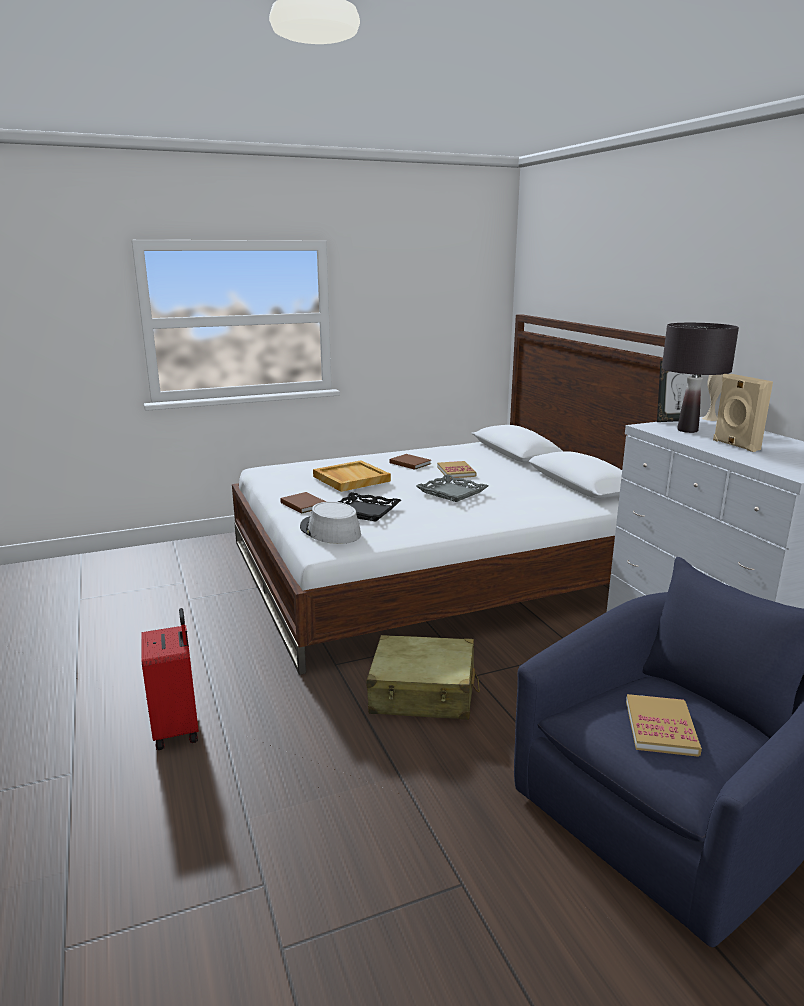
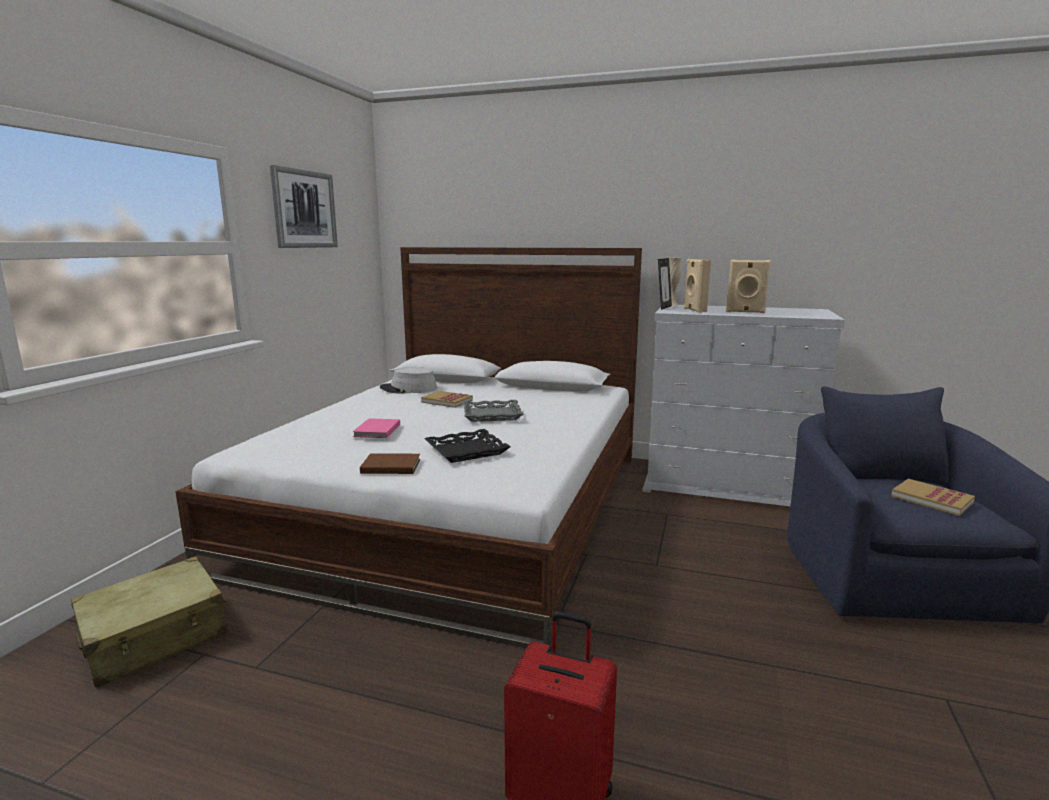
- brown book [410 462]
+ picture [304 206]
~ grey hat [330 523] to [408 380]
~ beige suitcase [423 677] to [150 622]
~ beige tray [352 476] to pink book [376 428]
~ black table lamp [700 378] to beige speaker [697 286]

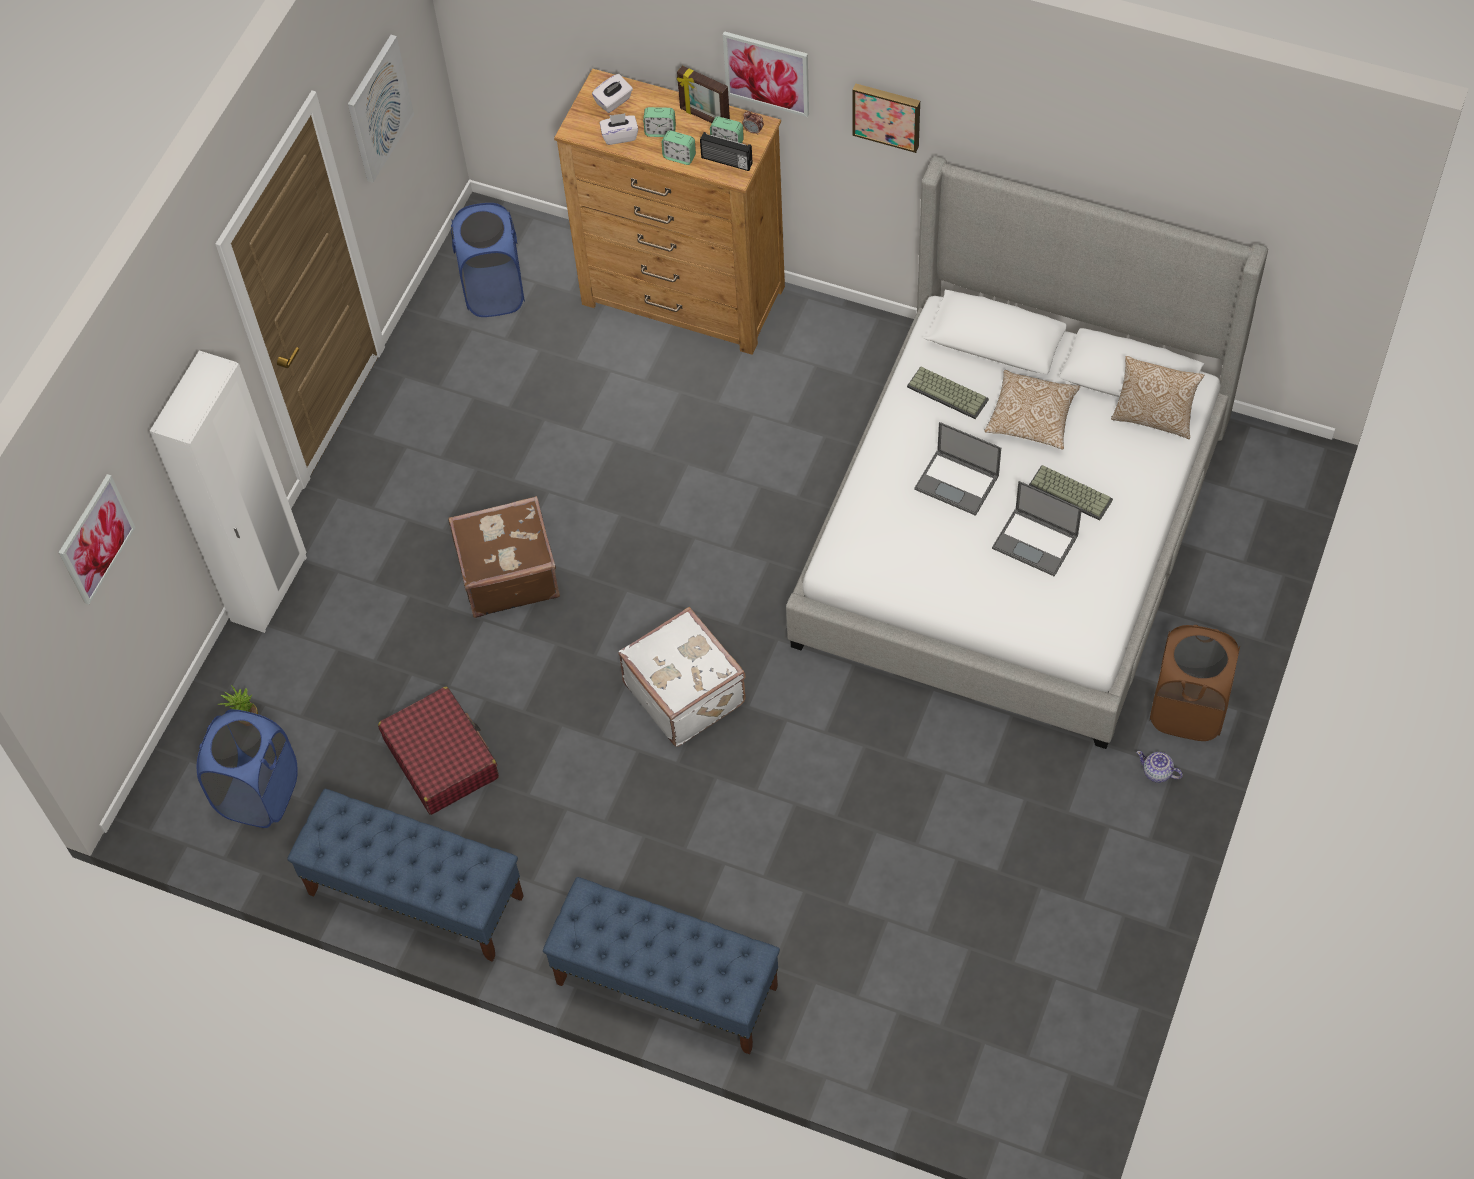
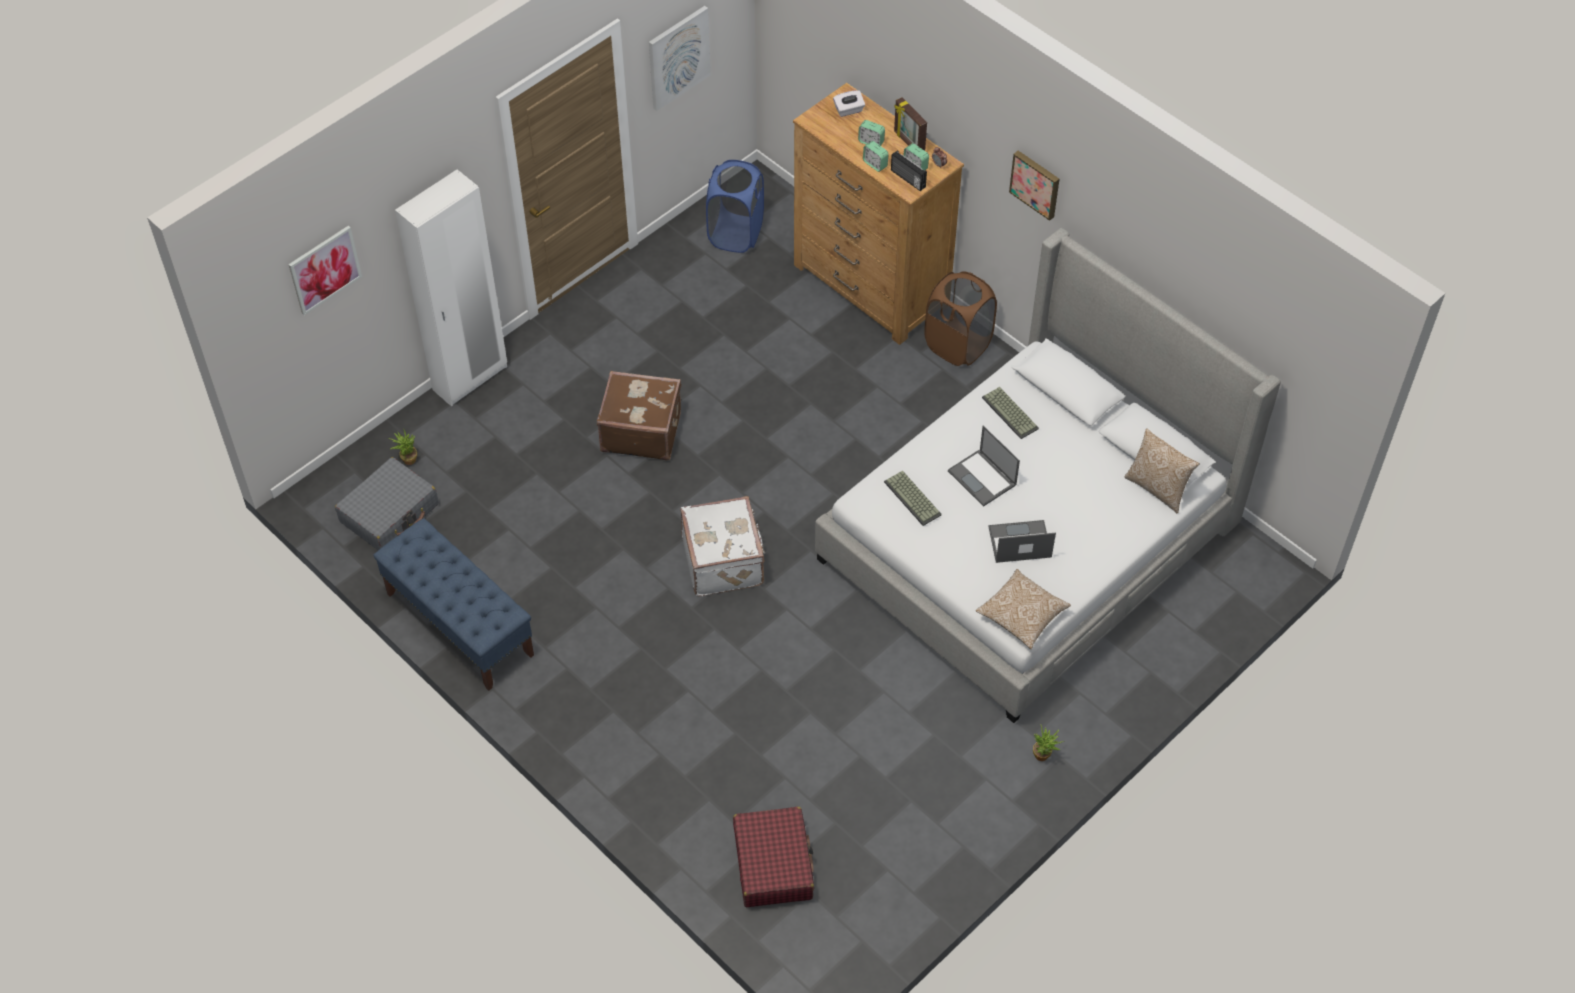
- blue bench [661 965]
- white tissue box [619 129]
- picture [766 74]
~ red suitcase [438 751] to [773 857]
~ pillow [1032 410] to [1023 609]
~ keyboard [1071 493] to [913 498]
~ brown laundry basket [1195 683] to [960 318]
~ blue laundry basket [247 768] to grey suitcase [387 503]
~ teapot [1159 767] to potted plant [1049 742]
~ laptop [1037 528] = [1022 541] 120 degrees clockwise

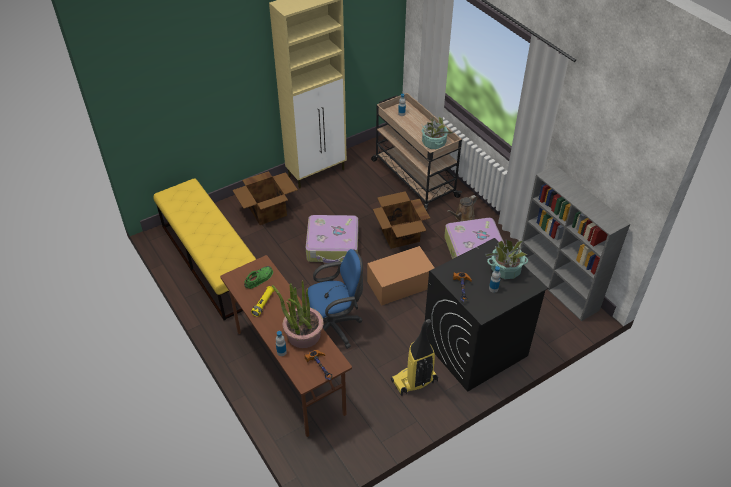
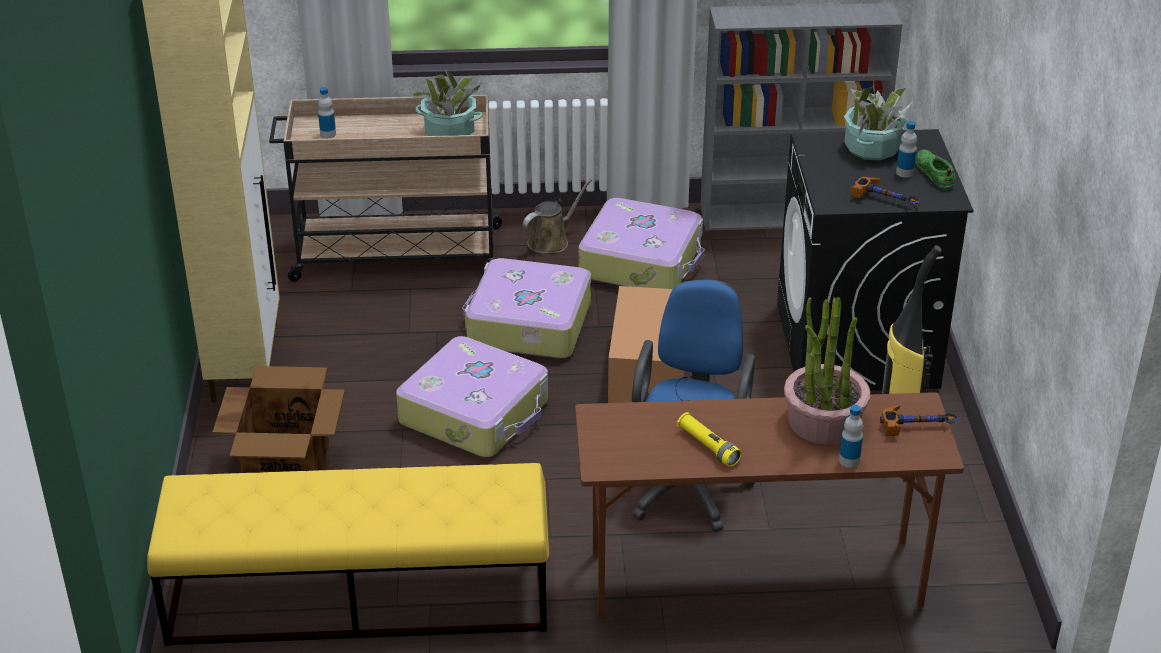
~ green shoe [258 277] to [935 169]
~ cardboard box [401 220] to suitcase [526 308]
~ brown watering can [462 208] = [557 216] 120 degrees counterclockwise

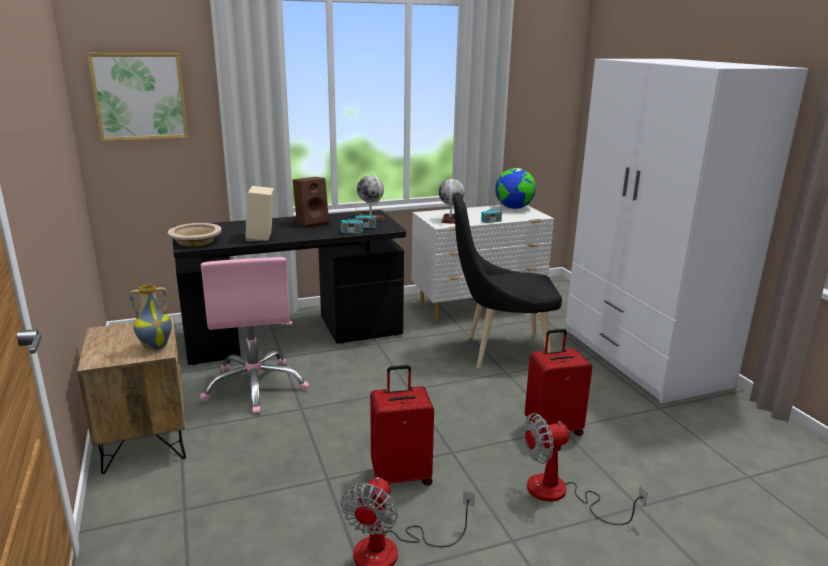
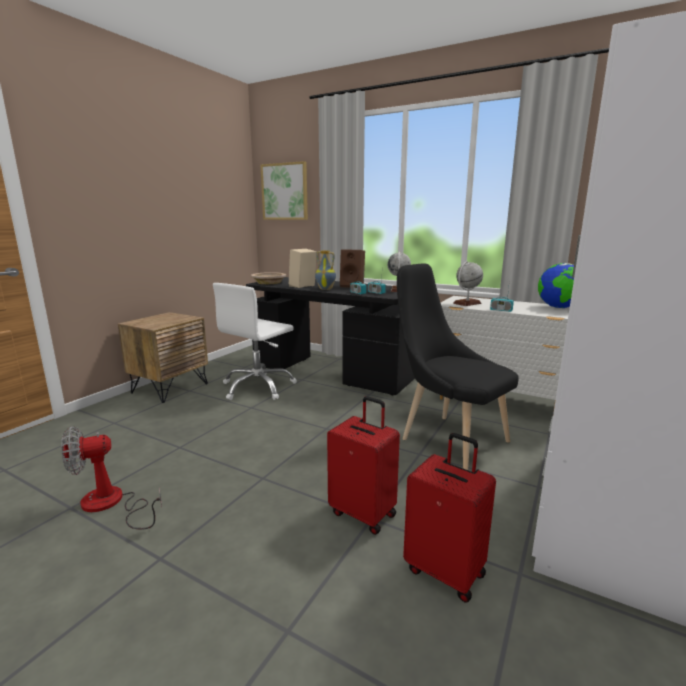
- fan [585 469]
~ vase [150 317] to [325 270]
~ red suitcase [402 425] to [449 518]
~ pink office chair [254 335] to white office chair [255 341]

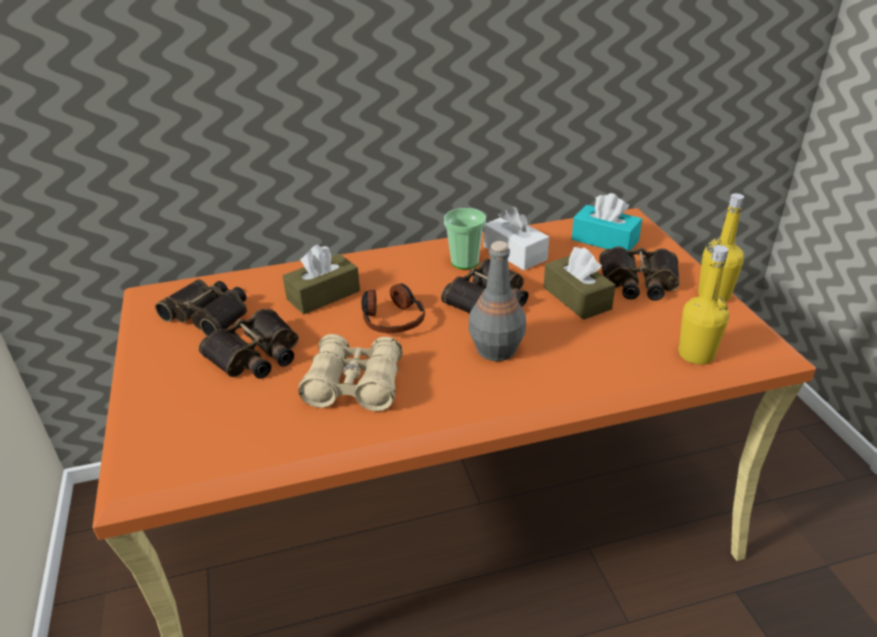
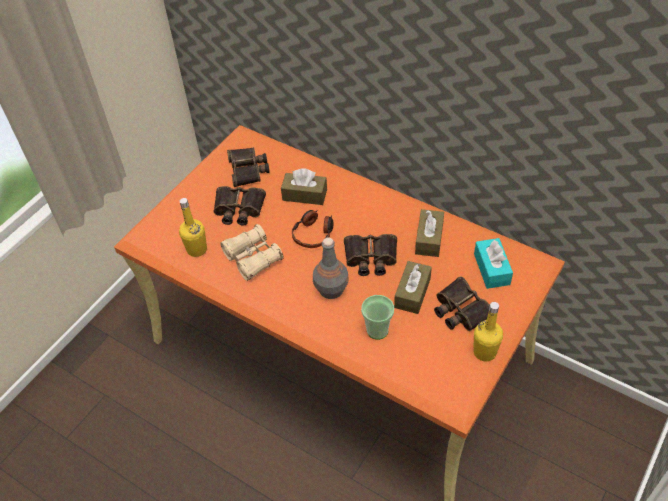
~ cup [465 238] to [377 317]
~ yellow bottle [703 305] to [193 227]
~ white tissue box [516 238] to brown tissue box [429 233]

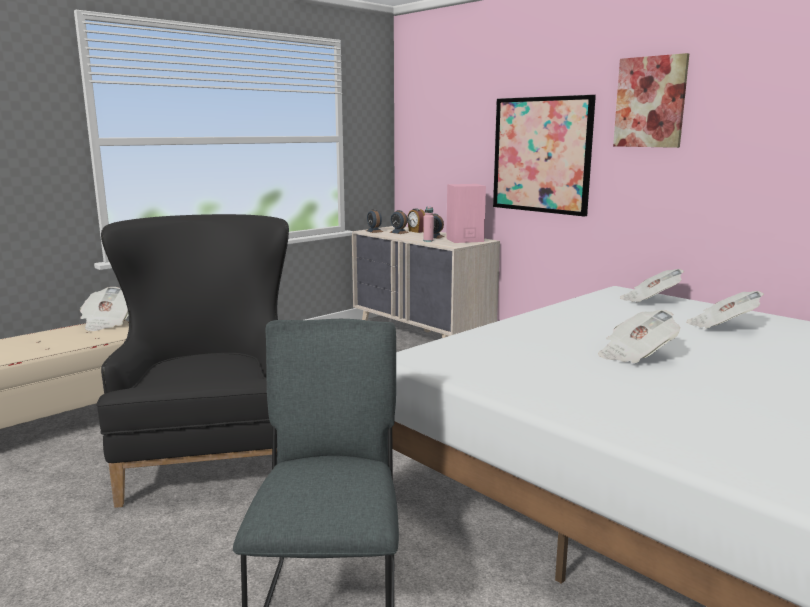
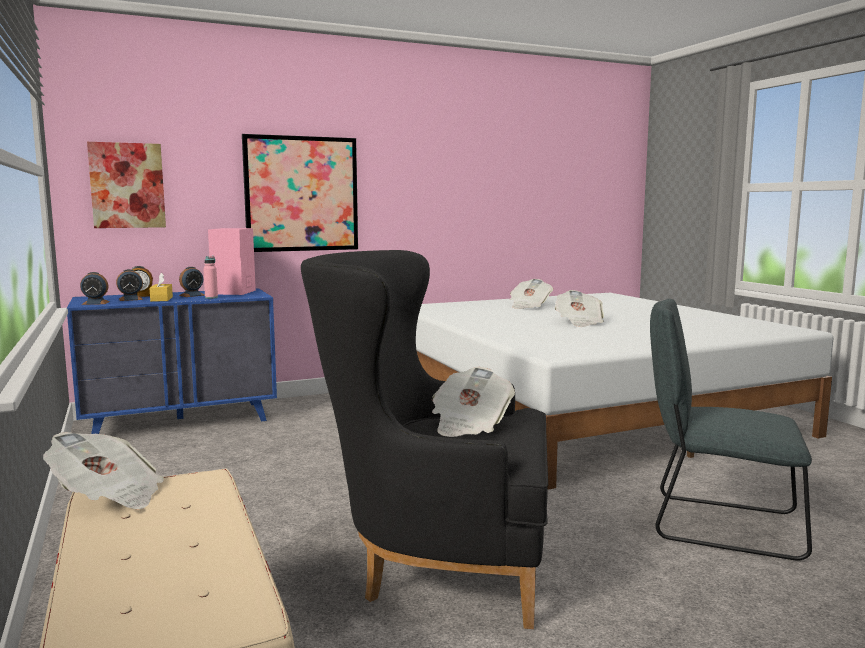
+ yellow tissue box [161 287]
~ picture [651 100] to [126 185]
~ newspaper [652 286] to [473 402]
~ beige dresser [426 282] to blue dresser [172 361]

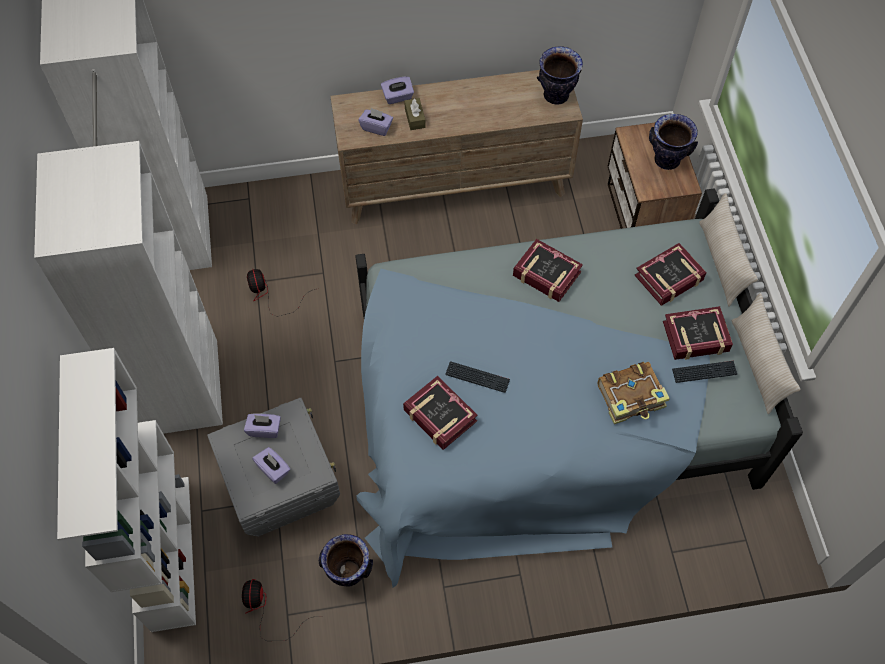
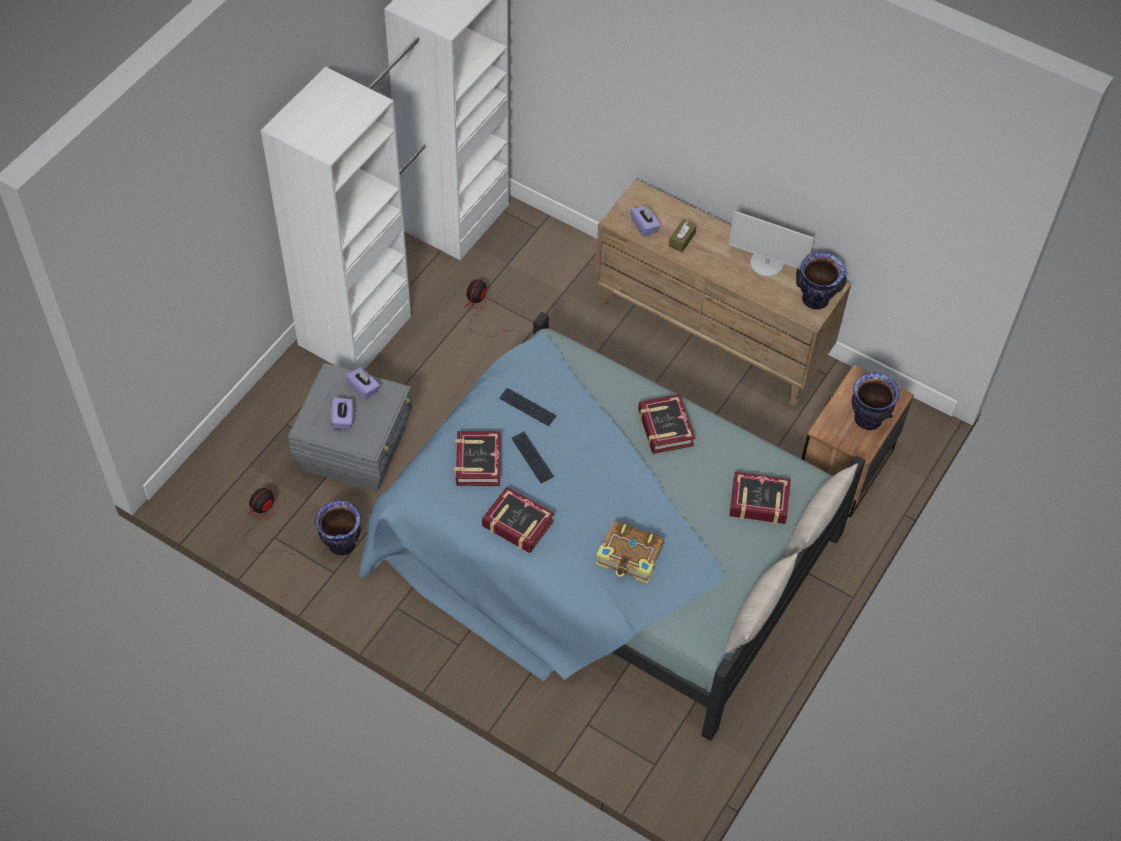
- white bookcase [126 490]
- purple tissue box [397 90]
+ monitor [771 244]
~ book [698 333] to [518 520]
~ keyboard [704 372] to [527 407]

